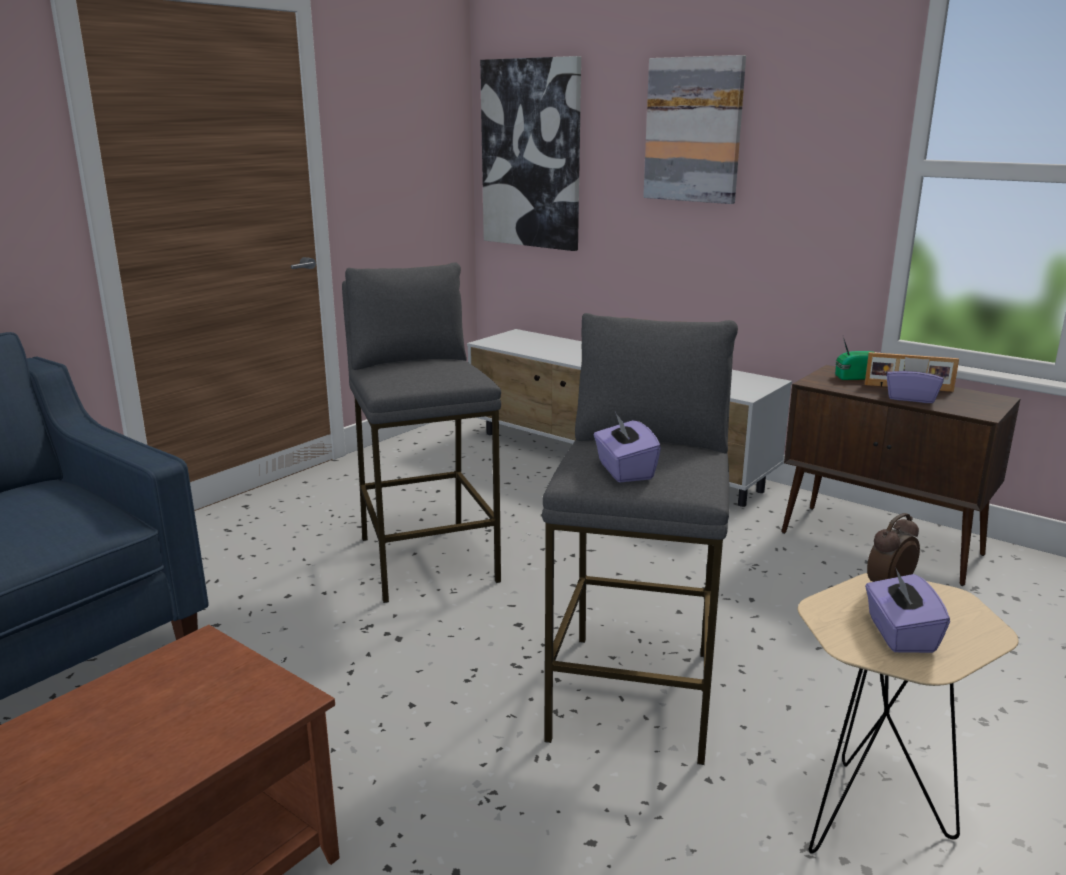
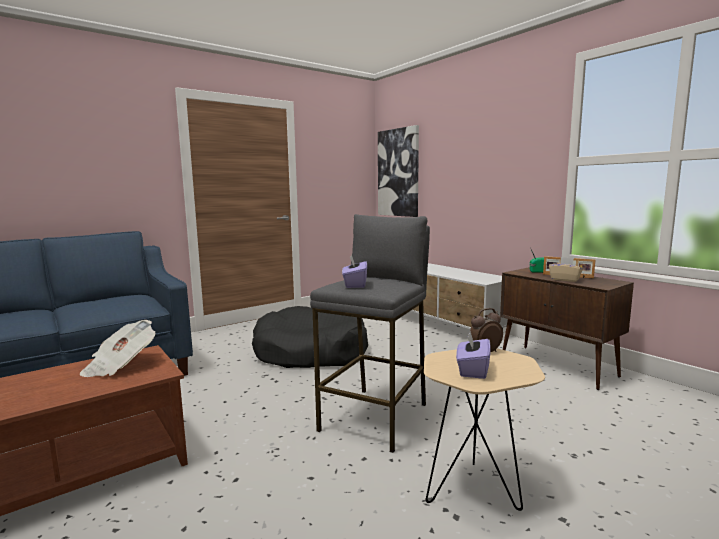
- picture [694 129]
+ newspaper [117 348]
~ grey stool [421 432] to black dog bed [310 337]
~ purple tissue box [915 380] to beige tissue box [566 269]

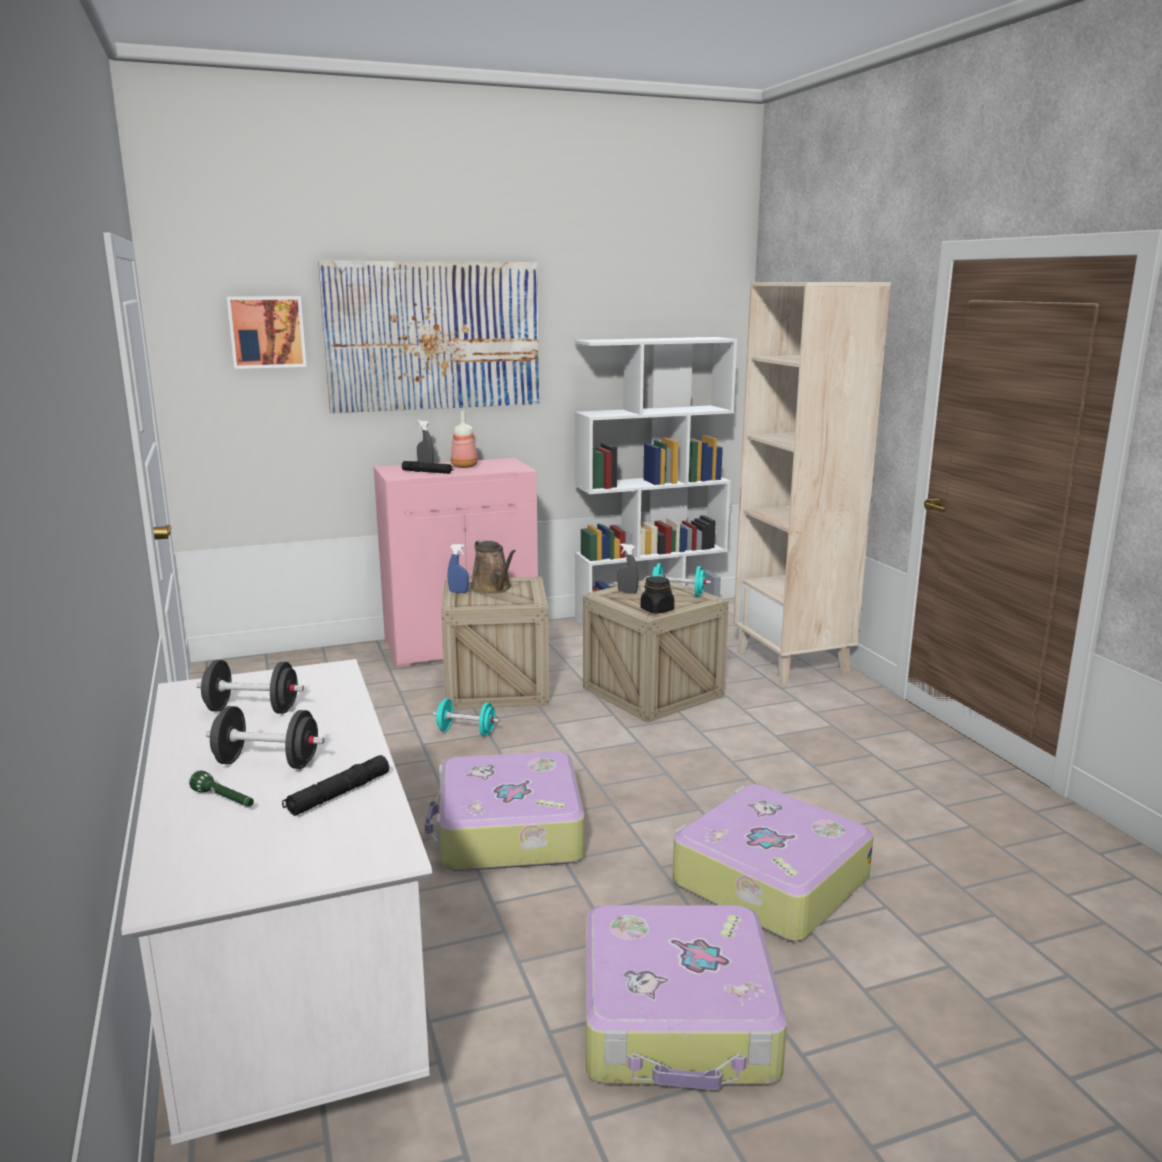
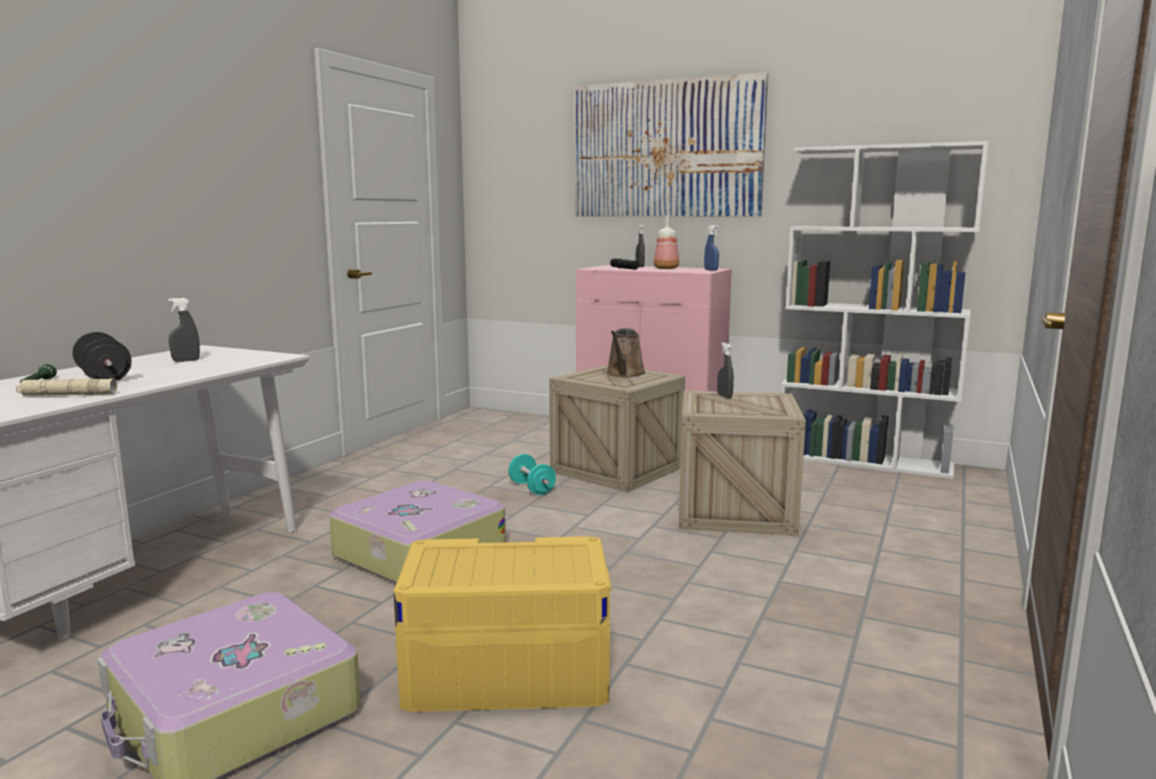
- picture [267 332]
- black jar [657 595]
- turquoise dumbbell [678 580]
- beige bookcase [812 483]
~ blue spray bottle [458 568] to [711 248]
~ black dumbbell [250 687] to grey spray bottle [184 330]
~ suitcase [773 862] to yellow storage box [503 624]
~ black flashlight [335 785] to beige flashlight [66 387]

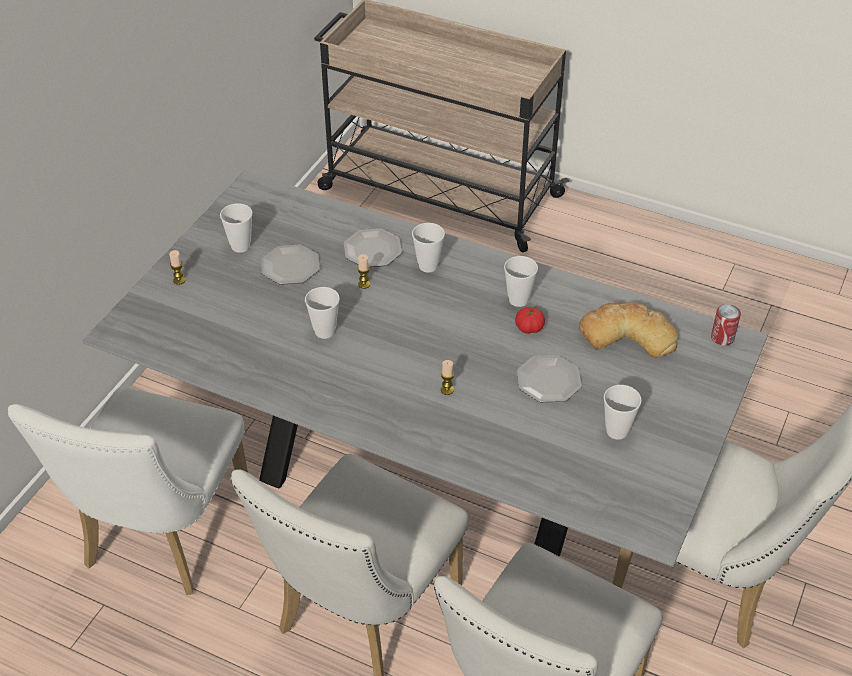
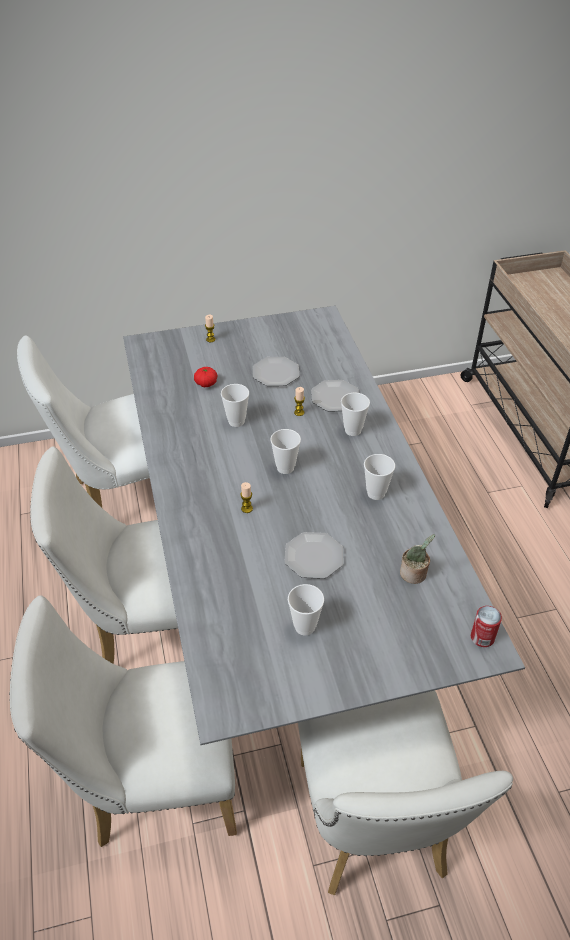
~ cup [236 228] to [285 451]
~ tomato [530 320] to [206 377]
~ bread [628 330] to potted plant [417 559]

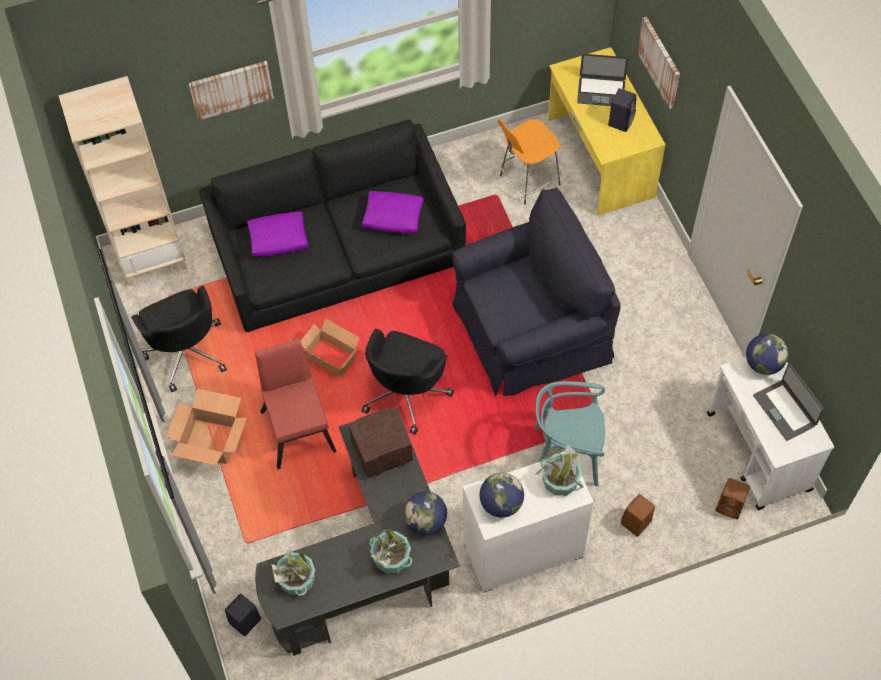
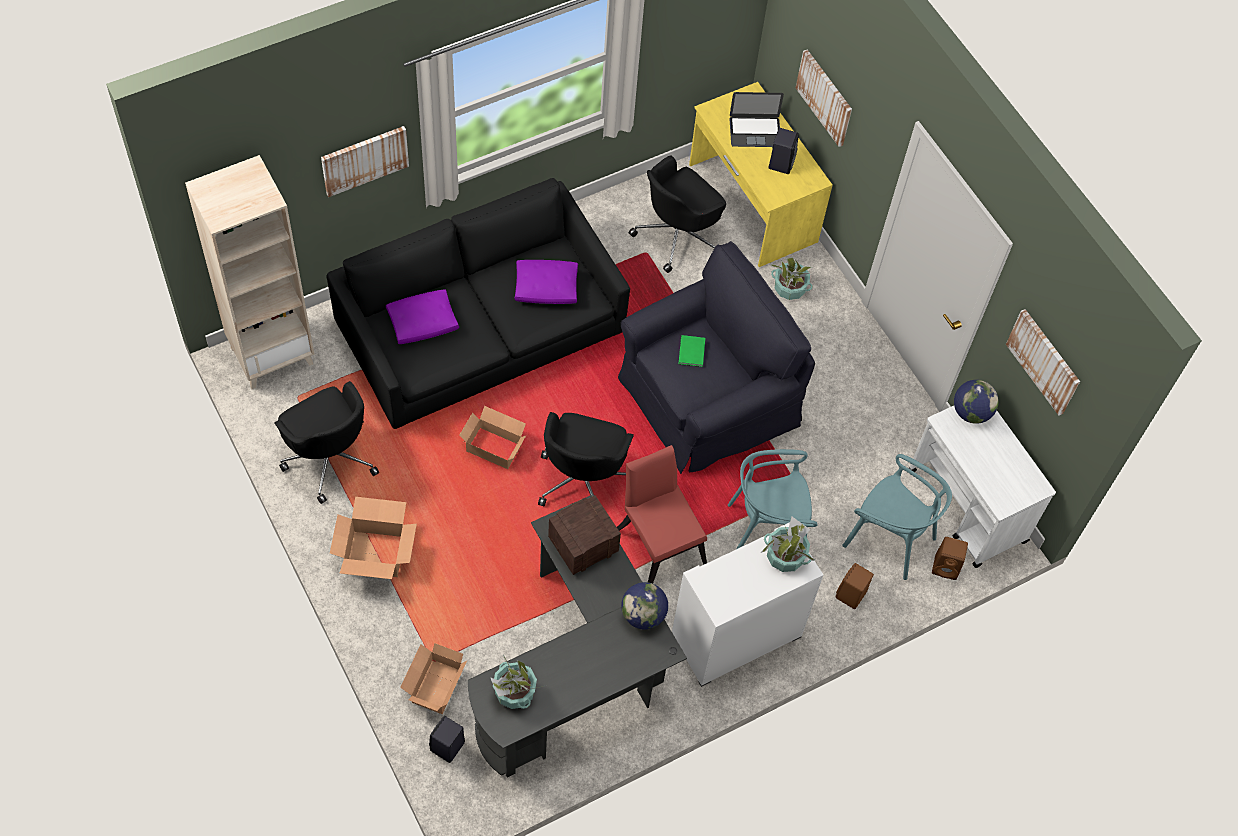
- globe [502 495]
- laptop [788 402]
+ cardboard box [433 678]
+ green book [691 351]
+ turquoise chair [897 517]
+ picture [1043 362]
~ red chair [295 403] to [662 514]
~ potted plant [390 551] to [793 279]
~ orange stool [529 162] to black office chair [677 214]

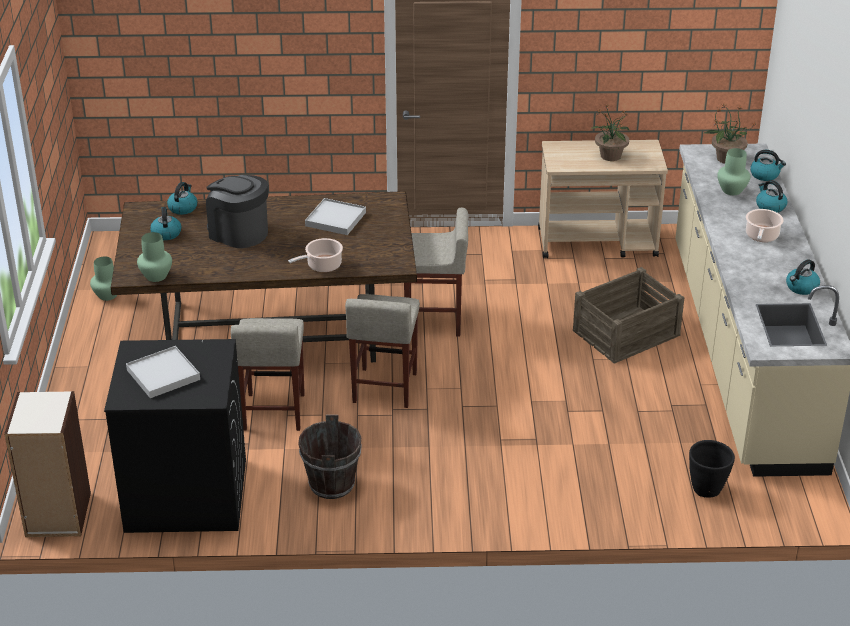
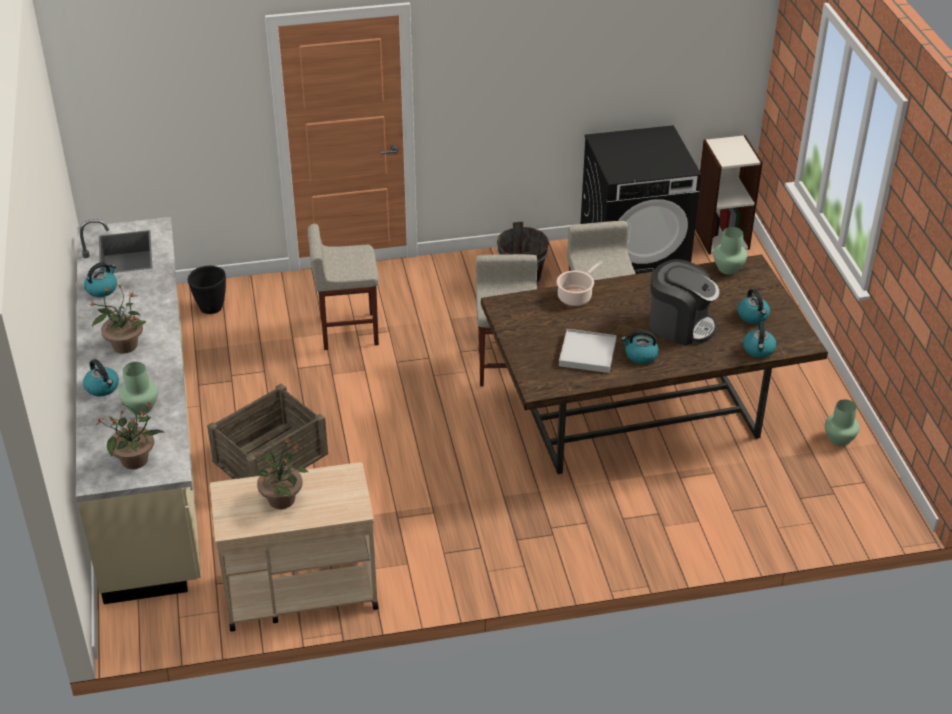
- white tray [163 372]
~ beige stool [436 272] to [343 287]
~ kettle [768 165] to [640 347]
~ cooking pot [765 225] to potted plant [117 319]

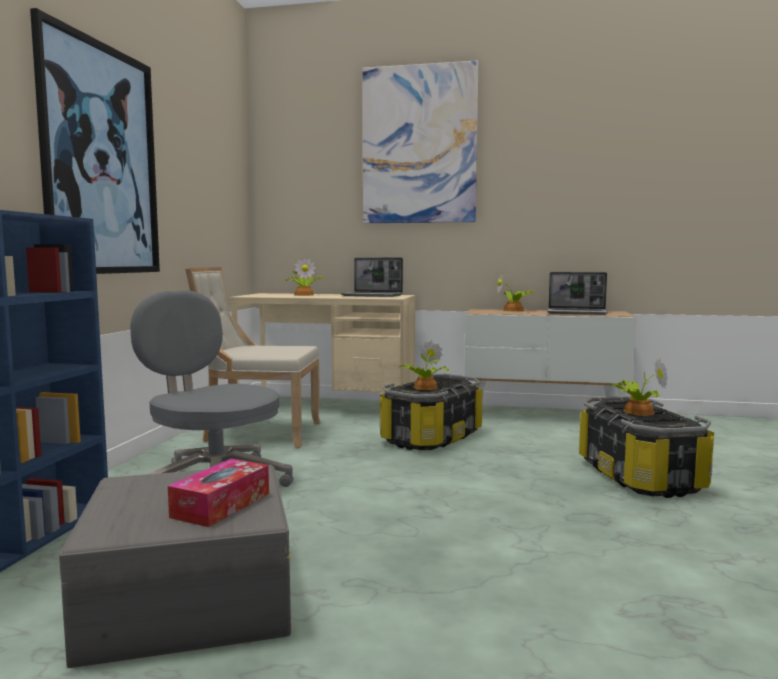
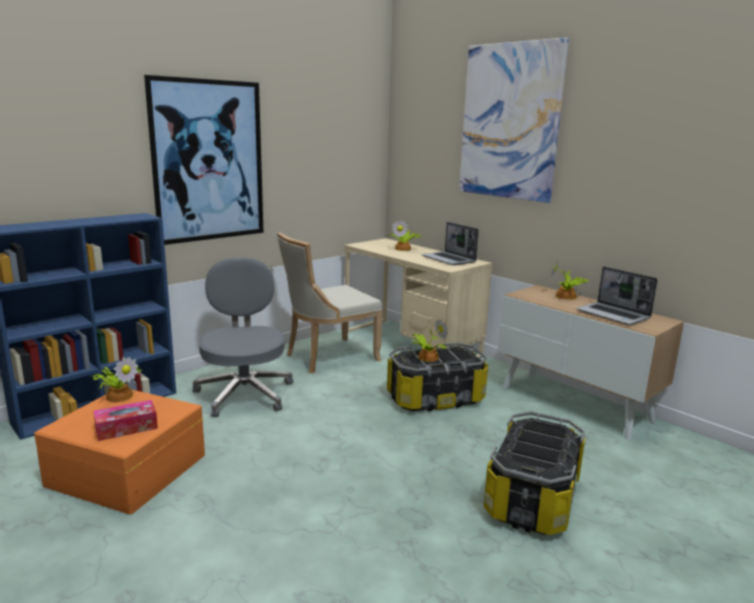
~ potted plant [639 387] to [116 379]
~ grey storage box [175 566] to orange storage box [119 452]
~ beige chair [253 357] = [329 302] 75 degrees counterclockwise

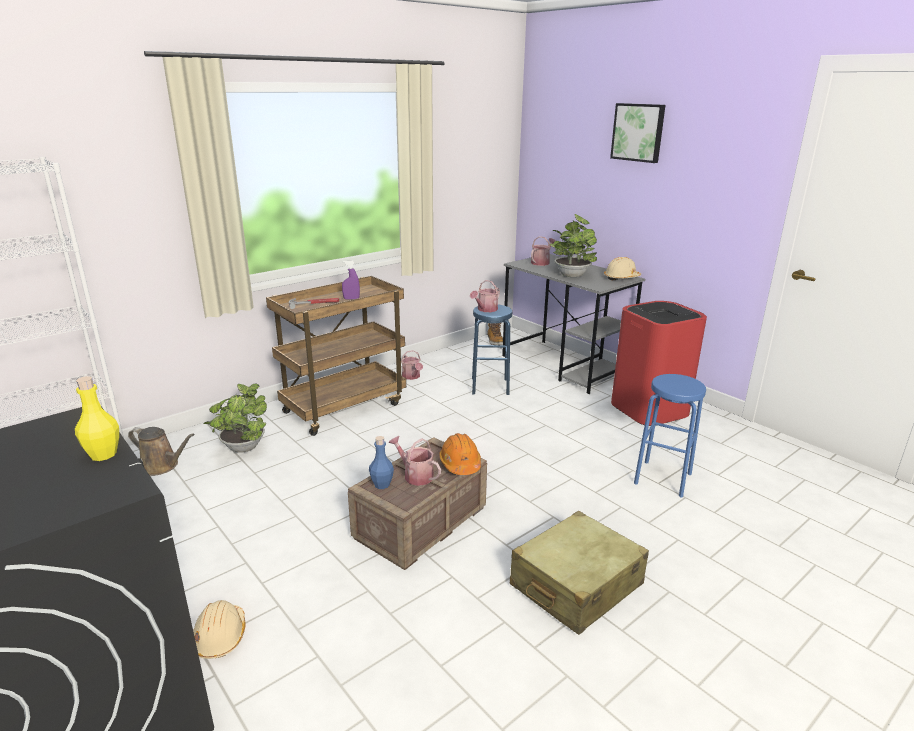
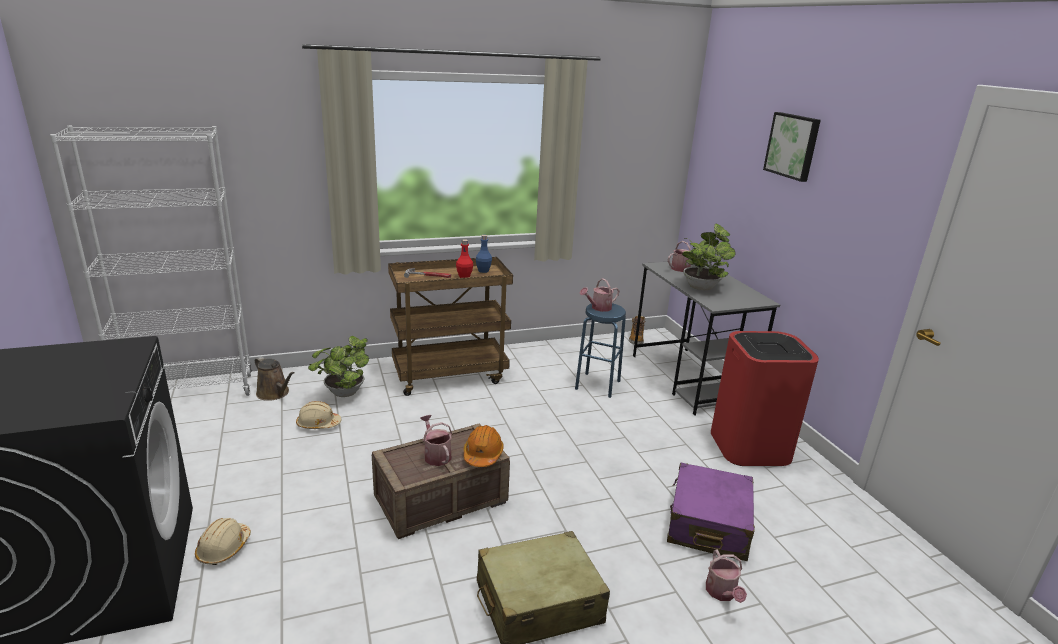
- yellow bottle [97 418]
~ blue bottle [381 462] to [484 254]
~ watering can [412 365] to [726 576]
~ beige hard hat [622 268] to [319 415]
~ purple spray bottle [351 280] to red bottle [464 258]
~ blue stool [670 436] to purple suitcase [711 511]

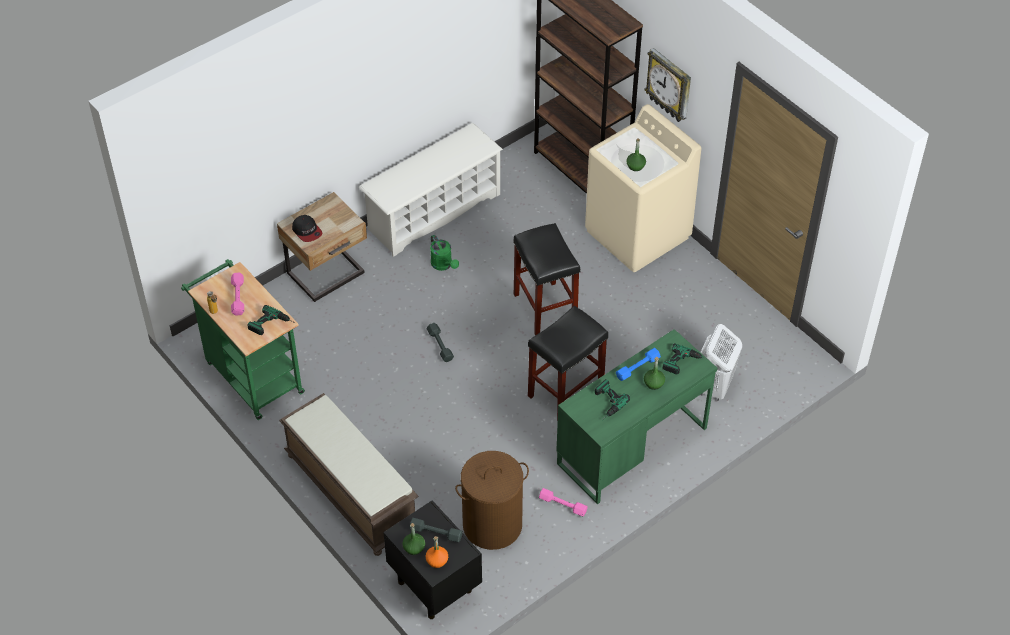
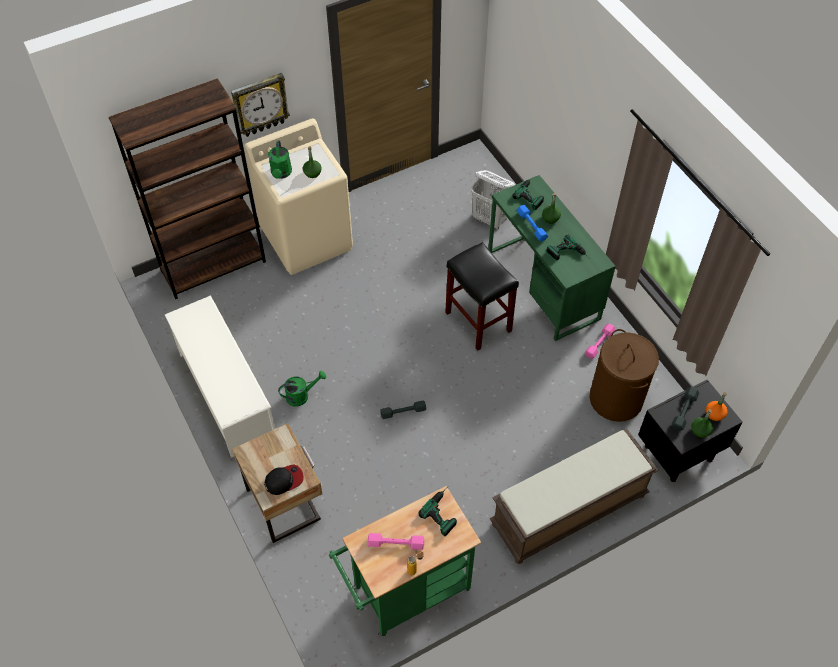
- black stool [546 279]
+ green watering can [280 159]

